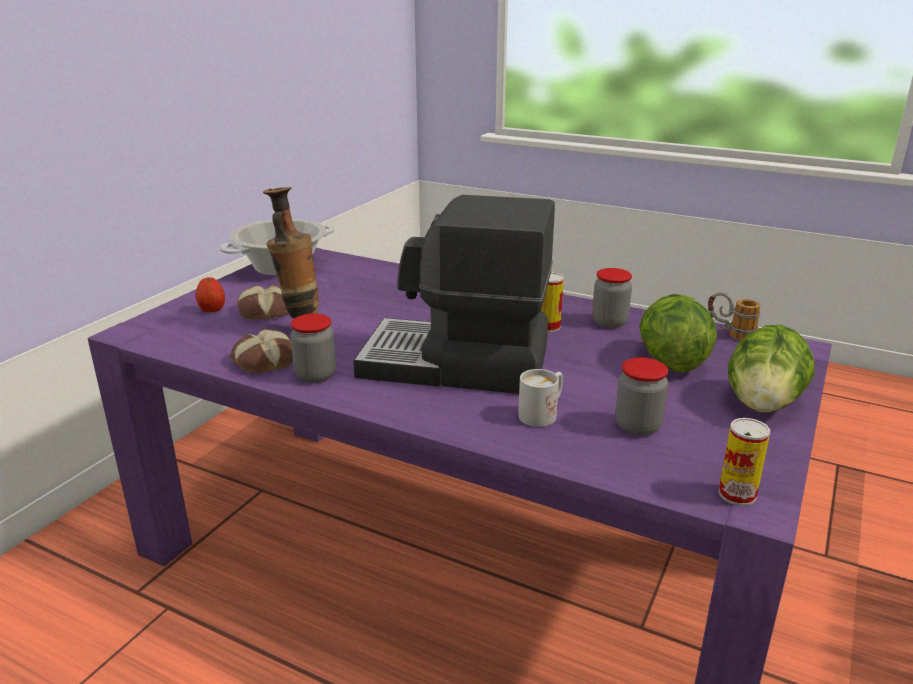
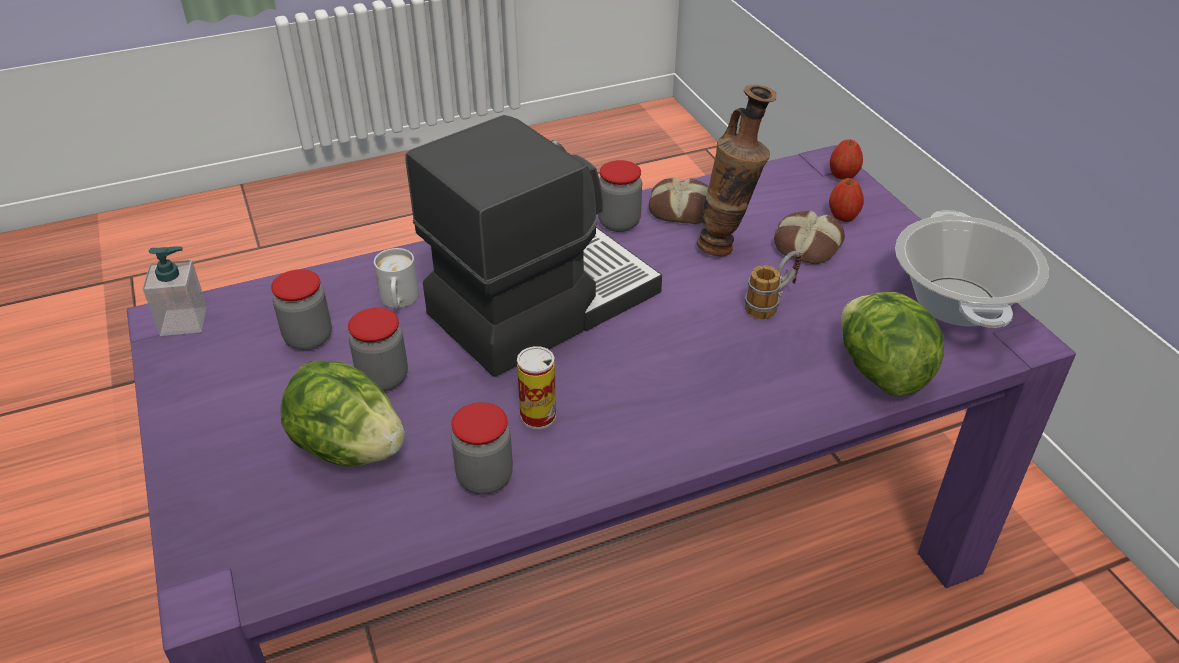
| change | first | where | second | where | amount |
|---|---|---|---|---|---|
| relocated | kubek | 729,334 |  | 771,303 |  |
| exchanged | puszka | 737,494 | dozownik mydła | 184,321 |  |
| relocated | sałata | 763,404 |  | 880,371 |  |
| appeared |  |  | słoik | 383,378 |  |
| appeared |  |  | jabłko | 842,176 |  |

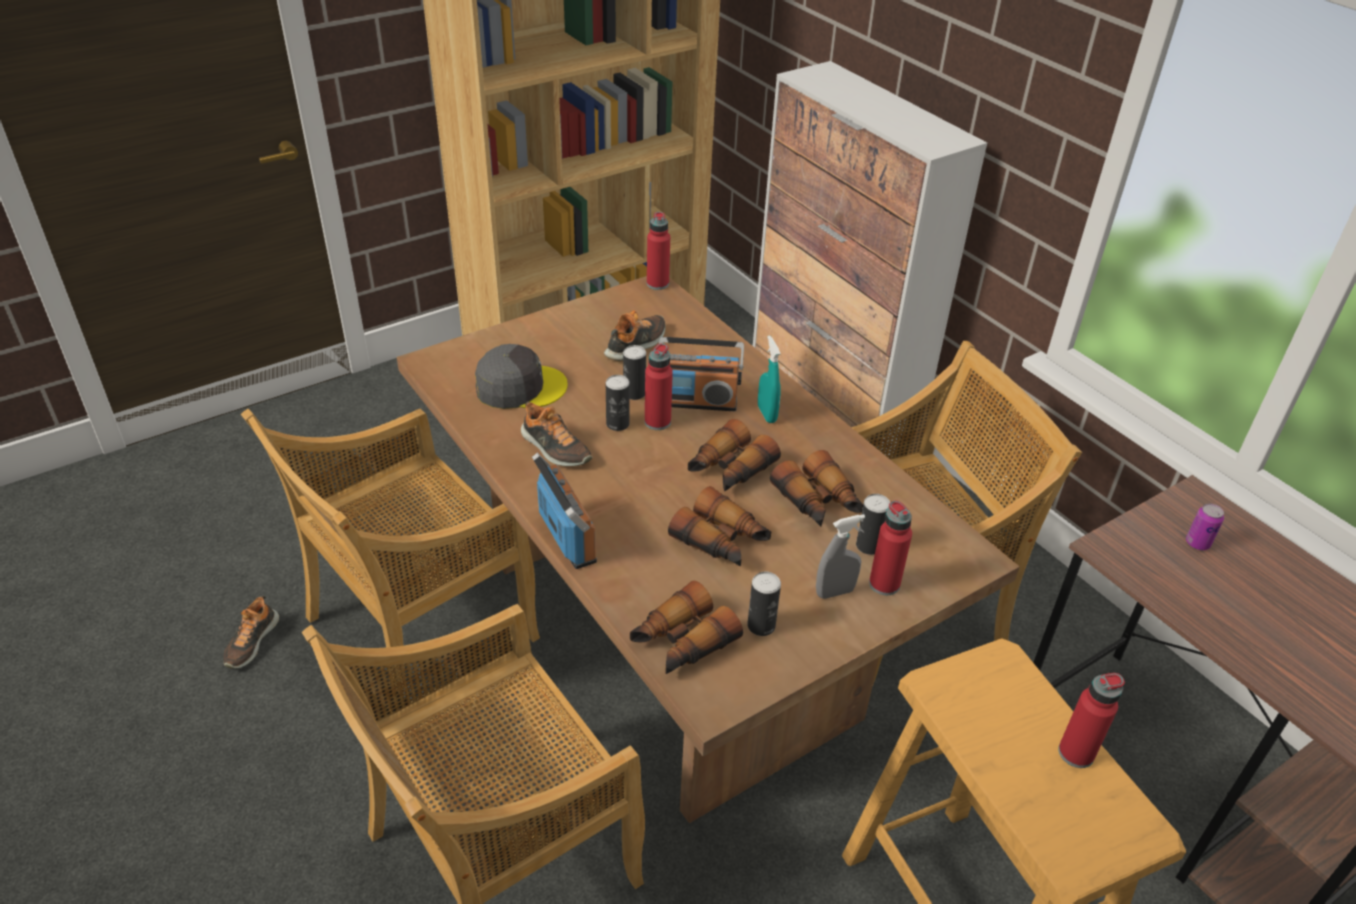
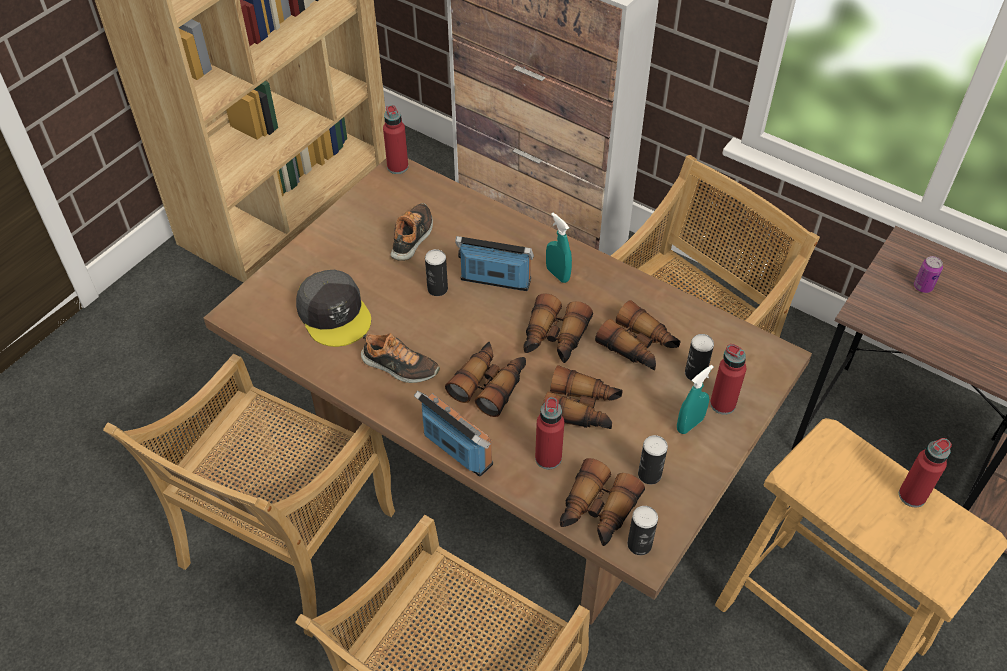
| change | first | where | second | where | amount |
|---|---|---|---|---|---|
| missing | but | 251,642 |  |  |  |
| spun | czapka z daszkiem (szary) | 520,387 |  | 334,314 | 90 degrees clockwise |
| relocated | puszka | 617,424 |  | 639,544 |  |
| relocated | butelka (czerwony) | 657,422 |  | 548,458 |  |
| spun | radio | 698,402 |  | 495,280 | 150 degrees counterclockwise |
| colour | spryskiwacz (szary) | 835,592 | spryskiwacz (turkusowy) | 690,424 |  |
| appeared |  |  | lornetka | 490,384 |  |

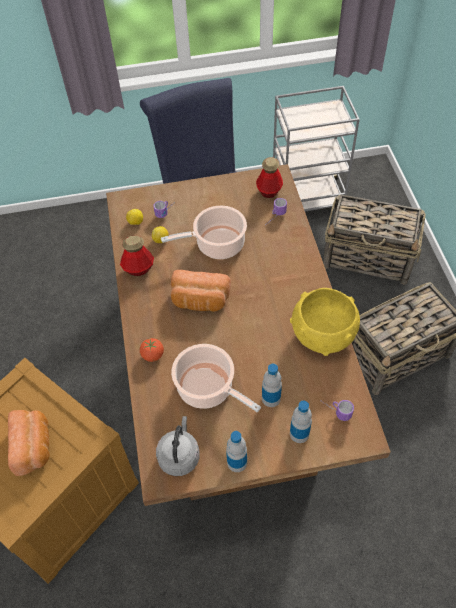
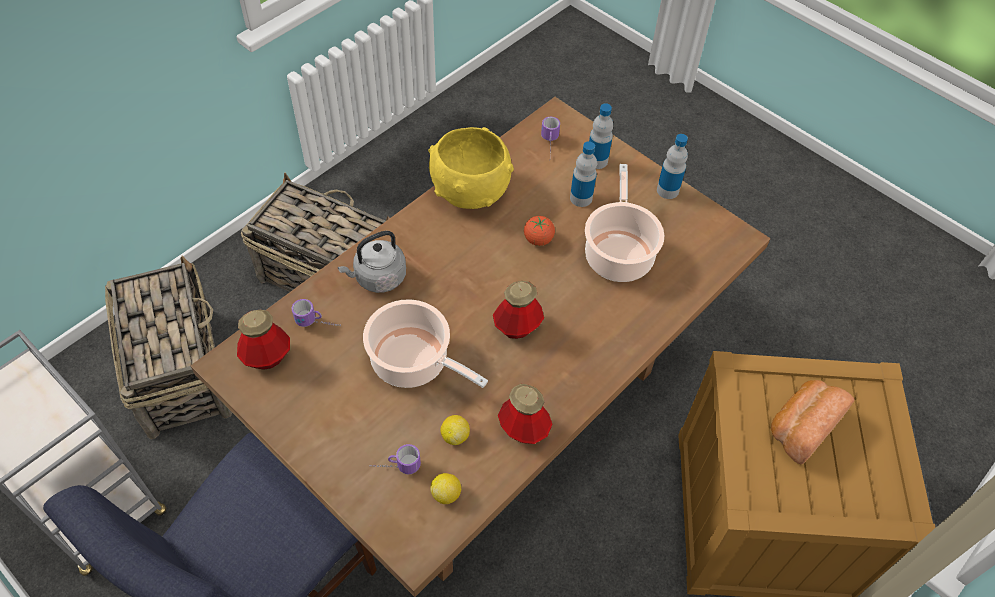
| change | first | where | second | where | amount |
|---|---|---|---|---|---|
| relocated | pomidor | 153,355 |  | 538,239 |  |
| relocated | czajnik (szary) | 179,455 |  | 377,278 |  |
| exchanged | chleb | 200,301 | butelka | 517,327 |  |

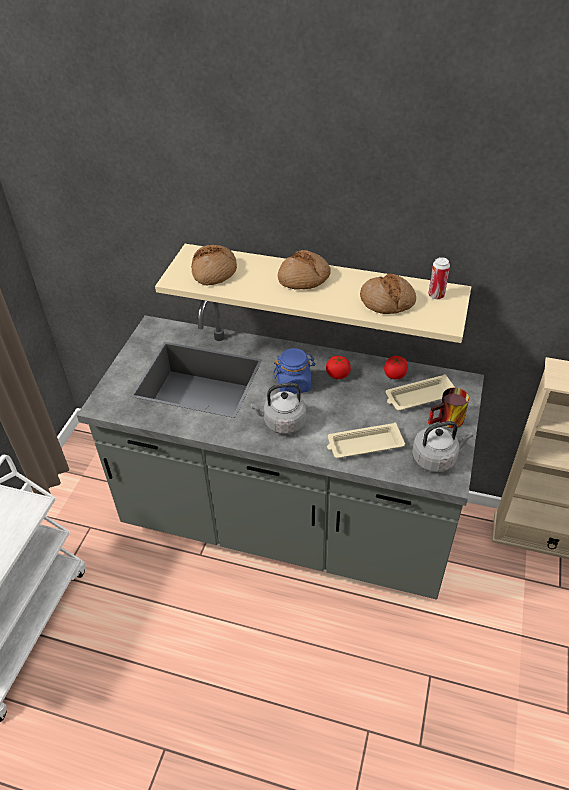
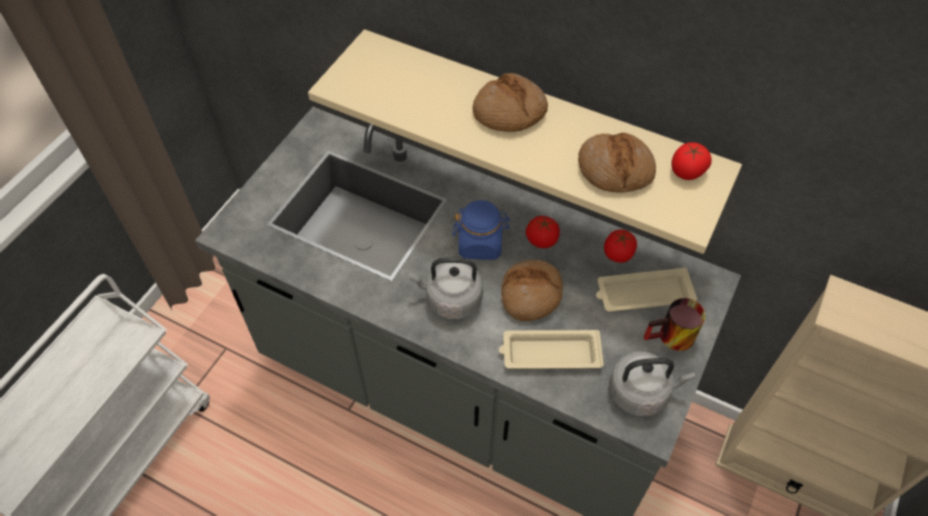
| change | first | where | second | where | amount |
|---|---|---|---|---|---|
| relocated | chleb | 214,272 |  | 531,294 |  |
| exchanged | puszka | 436,295 | pomidor | 687,171 |  |

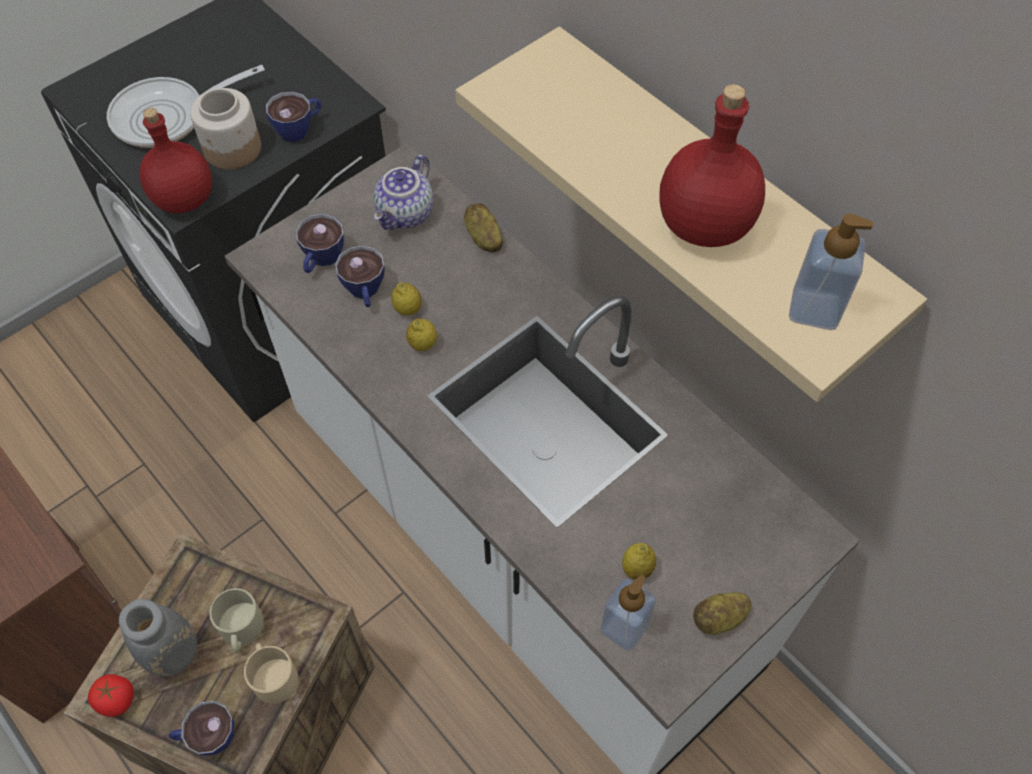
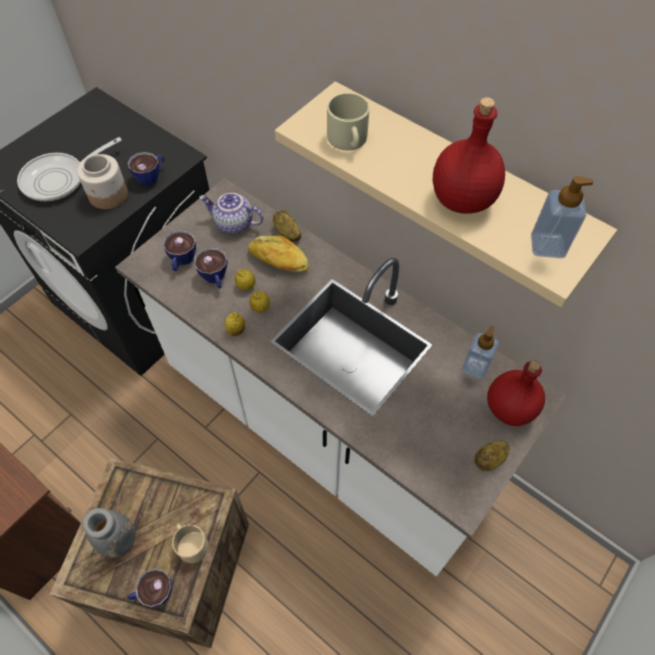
| change | first | where | second | where | amount |
|---|---|---|---|---|---|
| missing | pomidor | 116,700 |  |  |  |
| relocated | butelka (czerwony) | 183,199 |  | 508,408 |  |
| relocated | kubek (beżowy) | 241,629 |  | 348,140 |  |
| spun | imbryk | 406,214 |  | 233,224 | 90 degrees clockwise |
| relocated | dozownik mydła | 624,627 |  | 475,367 |  |
| relocated | cytryna | 637,569 |  | 236,330 |  |
| appeared |  |  | chleb | 278,261 |  |

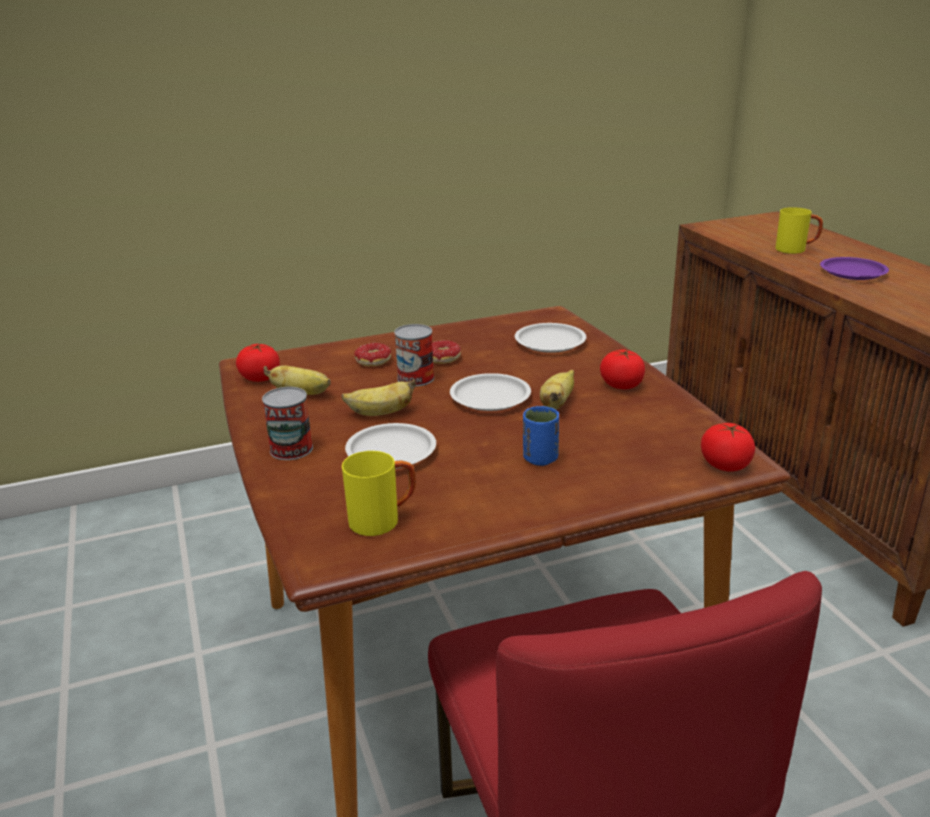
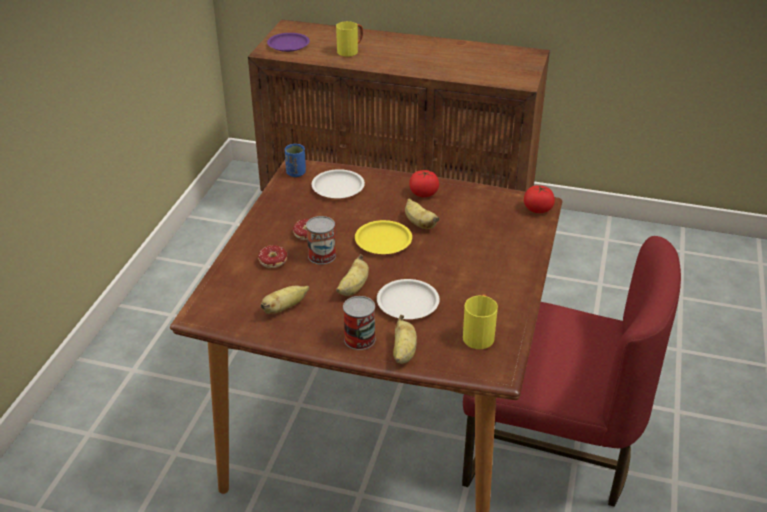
| change | first | where | second | where | amount |
|---|---|---|---|---|---|
| missing | pomidor | 260,378 |  |  |  |
| colour | talerz (biały) | 490,397 | talerz (żółty) | 383,241 |  |
| relocated | filiżanka (niebieski) | 540,459 |  | 296,173 |  |
| relocated | talerz (fioletowy) | 852,272 |  | 288,45 |  |
| appeared |  |  | banan | 403,352 |  |

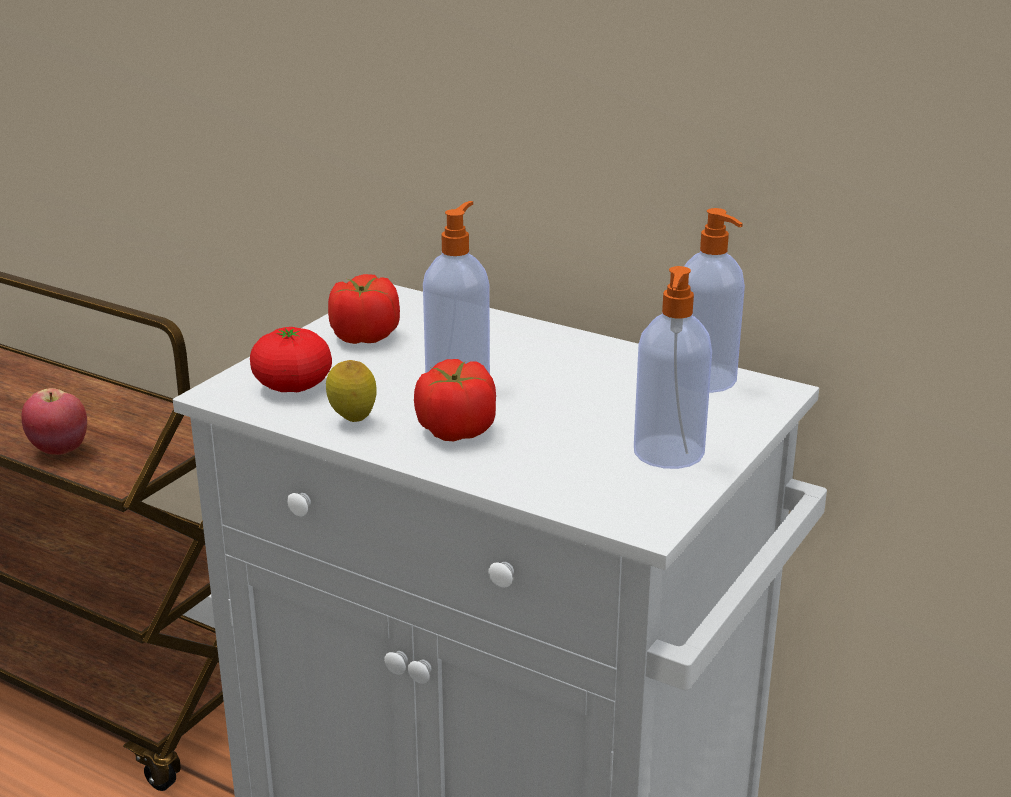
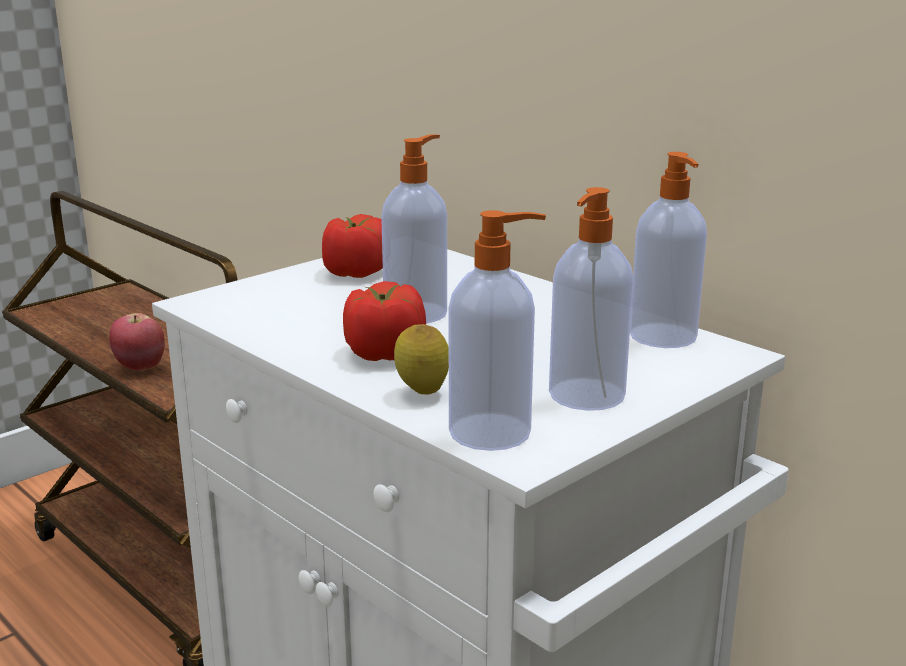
| change | first | where | second | where | amount |
|---|---|---|---|---|---|
| missing | pomidor | 293,386 |  |  |  |
| relocated | cytryna | 353,421 |  | 422,394 |  |
| appeared |  |  | dozownik mydła | 493,432 |  |

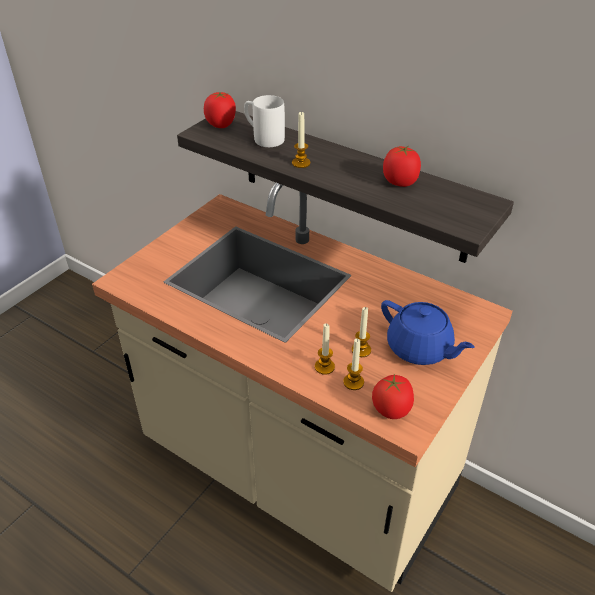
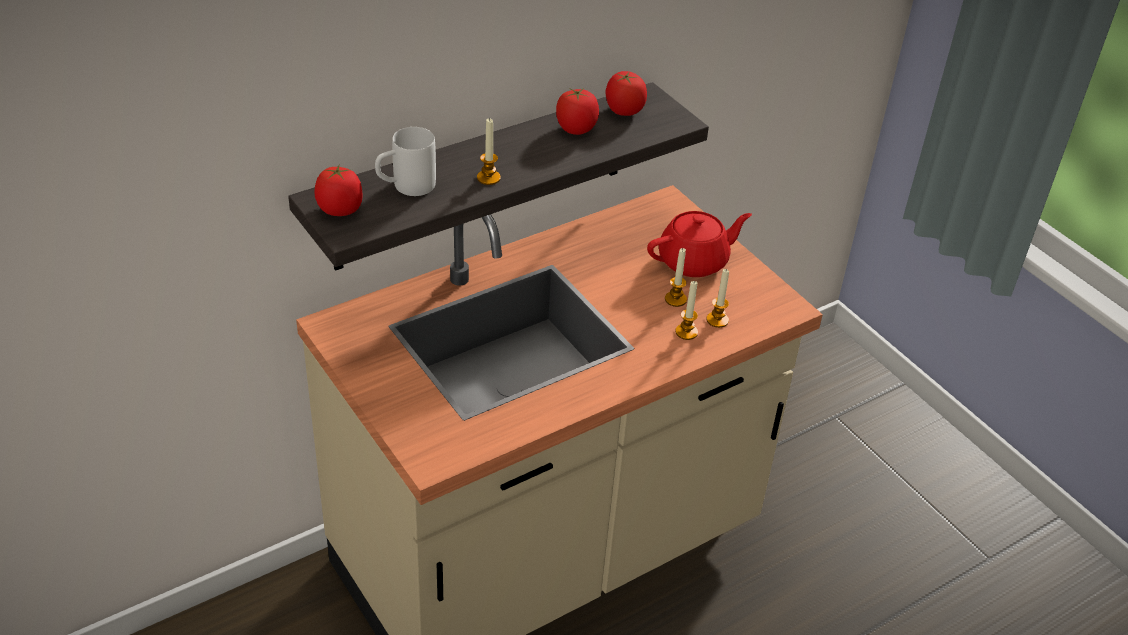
| change | first | where | second | where | amount |
|---|---|---|---|---|---|
| relocated | pomidor | 391,409 |  | 624,111 |  |
| colour | imbryk (niebieski) | 420,349 | imbryk (czerwony) | 694,261 |  |

